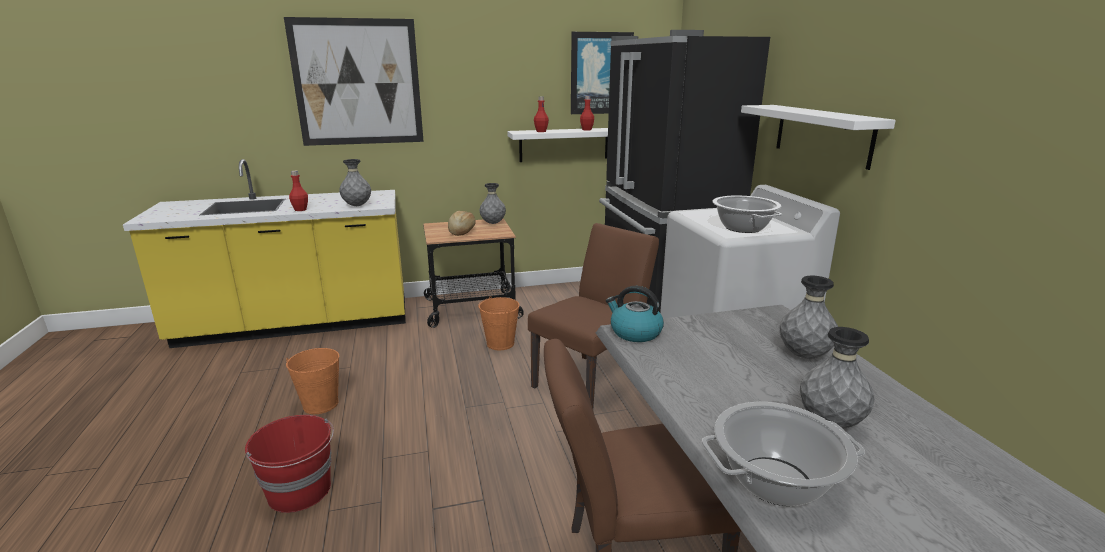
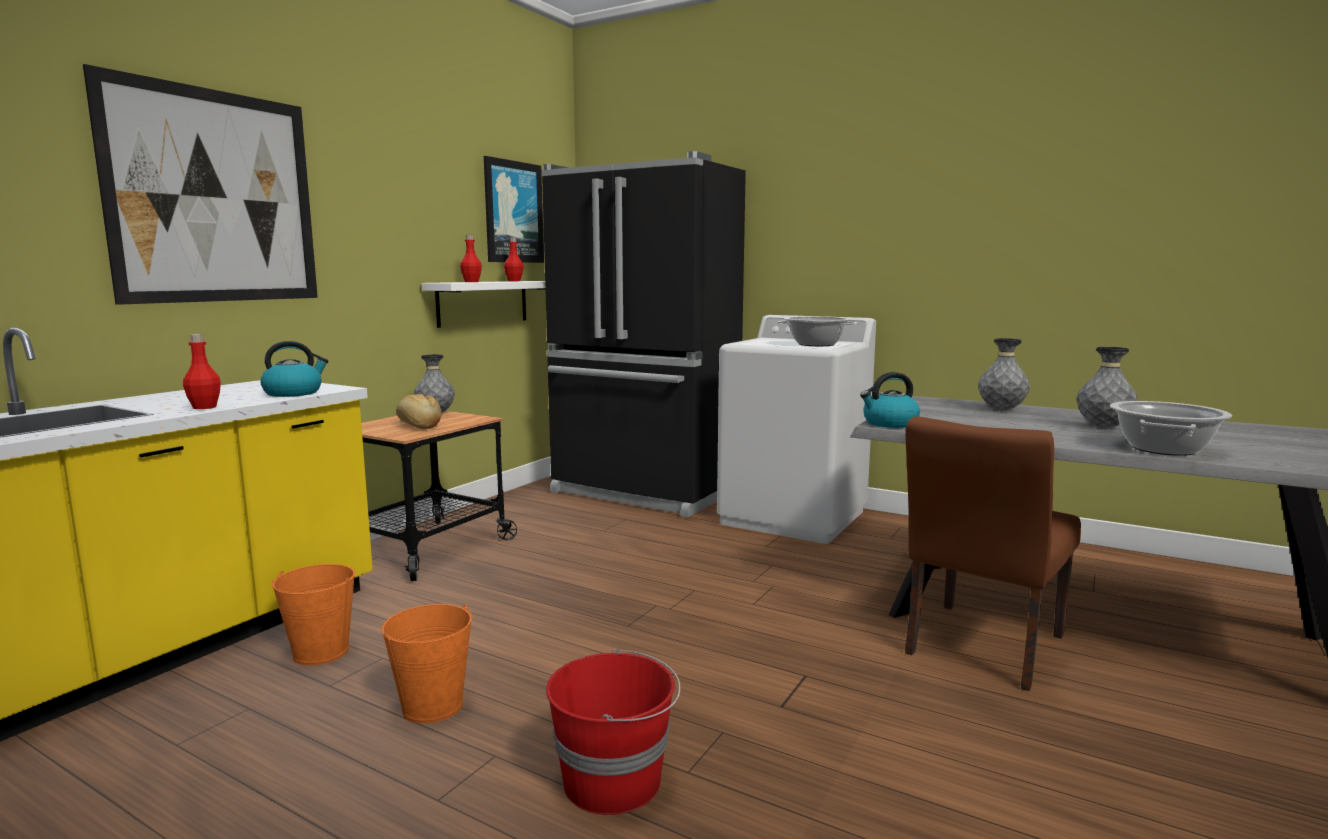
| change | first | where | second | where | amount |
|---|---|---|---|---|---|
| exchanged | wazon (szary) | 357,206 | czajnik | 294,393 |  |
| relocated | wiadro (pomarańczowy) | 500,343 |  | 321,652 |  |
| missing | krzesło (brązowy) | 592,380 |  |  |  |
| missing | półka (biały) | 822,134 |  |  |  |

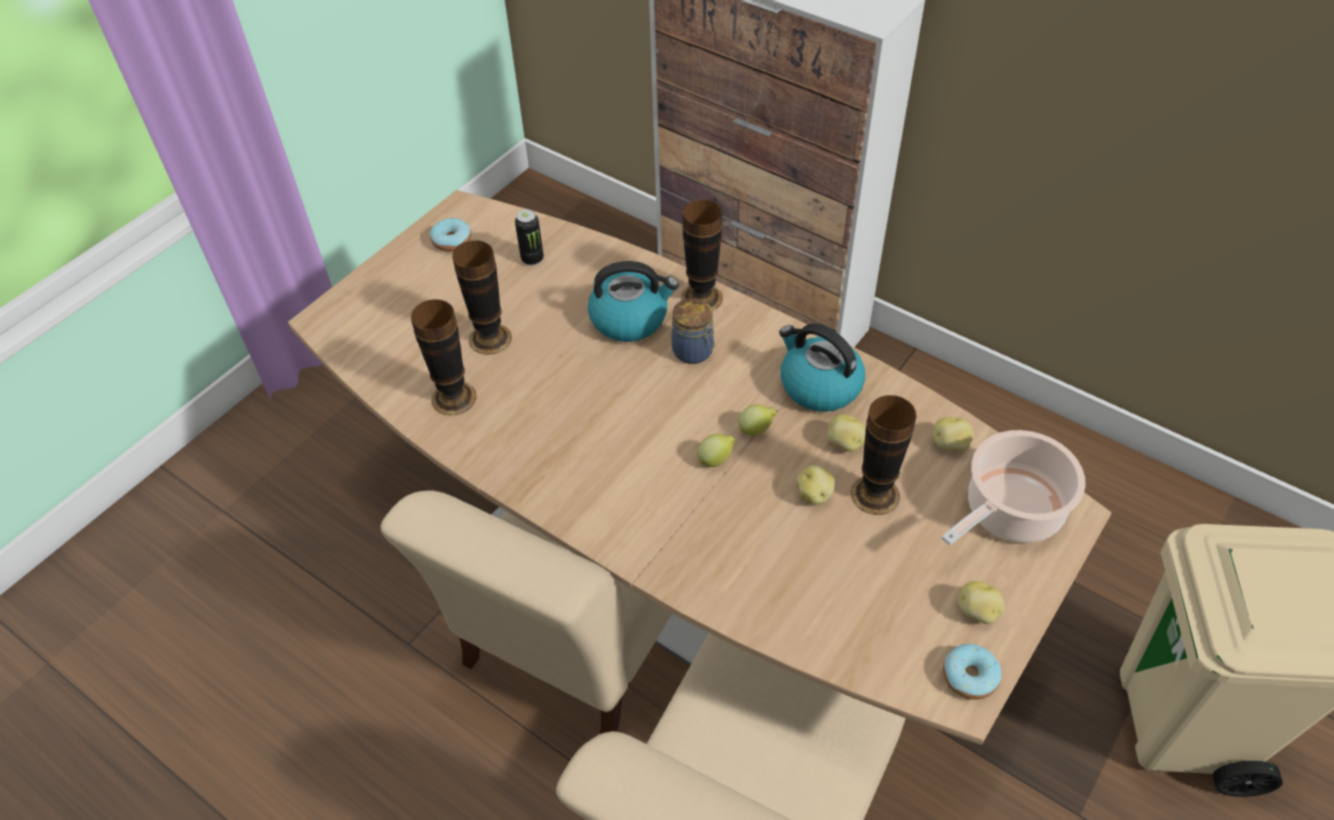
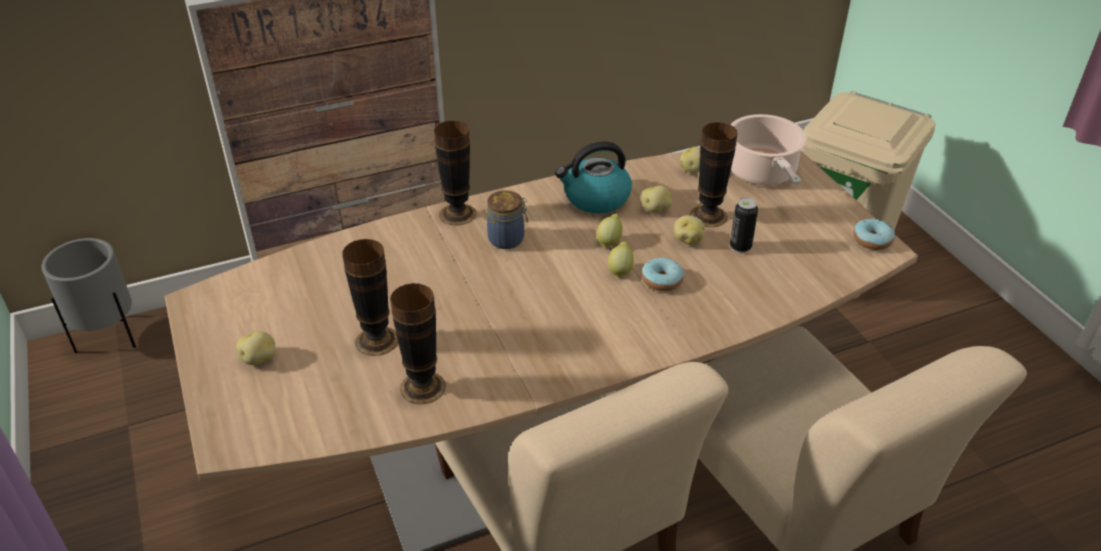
| change | first | where | second | where | amount |
|---|---|---|---|---|---|
| relocated | donut | 452,241 |  | 662,280 |  |
| relocated | puszka | 532,259 |  | 740,247 |  |
| missing | czajnik | 630,319 |  |  |  |
| relocated | ziemniak | 977,612 |  | 260,359 |  |
| appeared |  |  | donica (szary) | 110,338 |  |

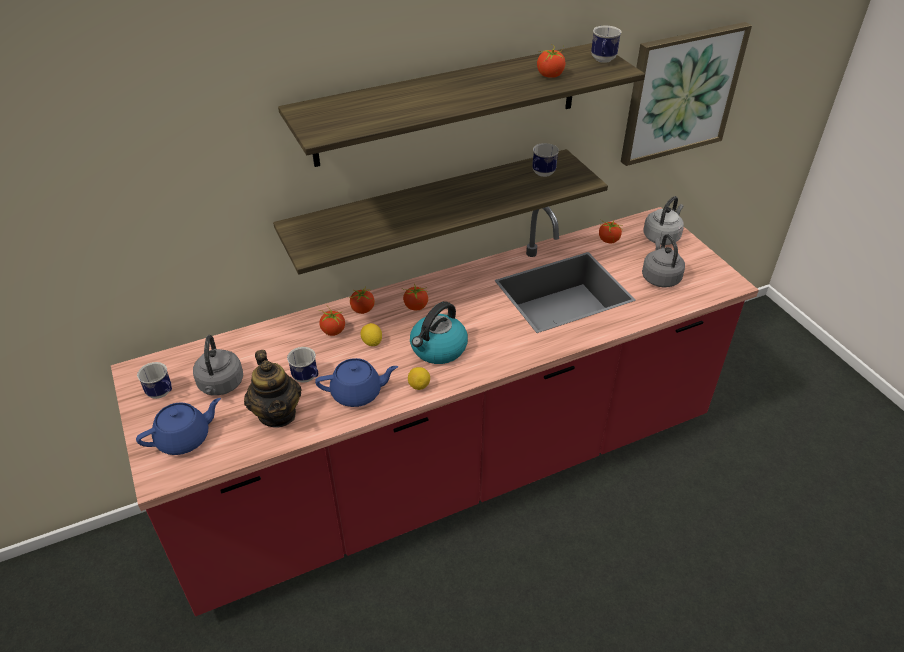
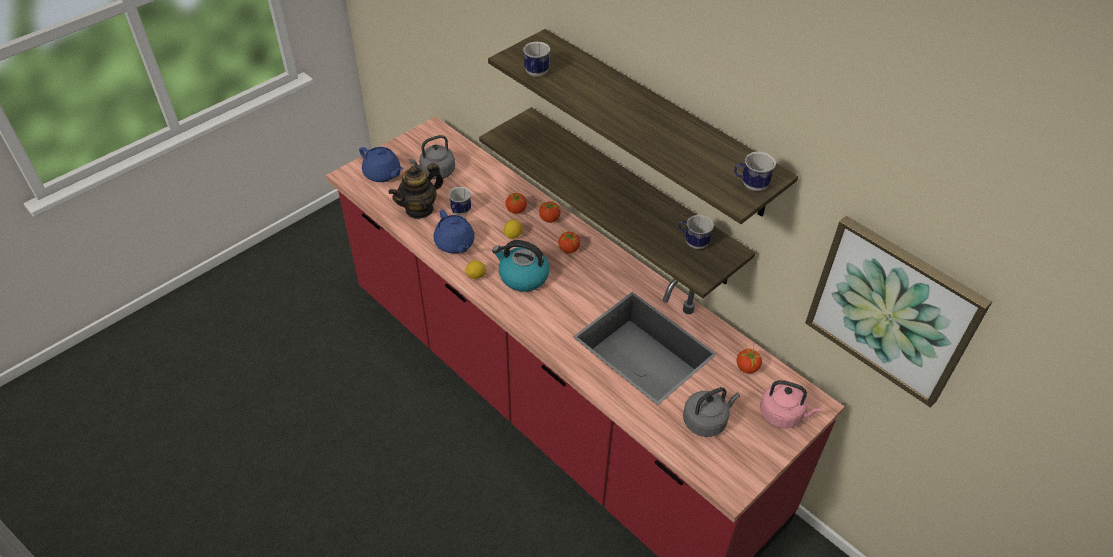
| change | first | where | second | where | amount |
|---|---|---|---|---|---|
| relocated | kubek | 162,394 |  | 535,74 |  |
| missing | pomidor | 550,75 |  |  |  |
| colour | czajnik (szary) | 662,237 | czajnik (różowy) | 783,415 |  |

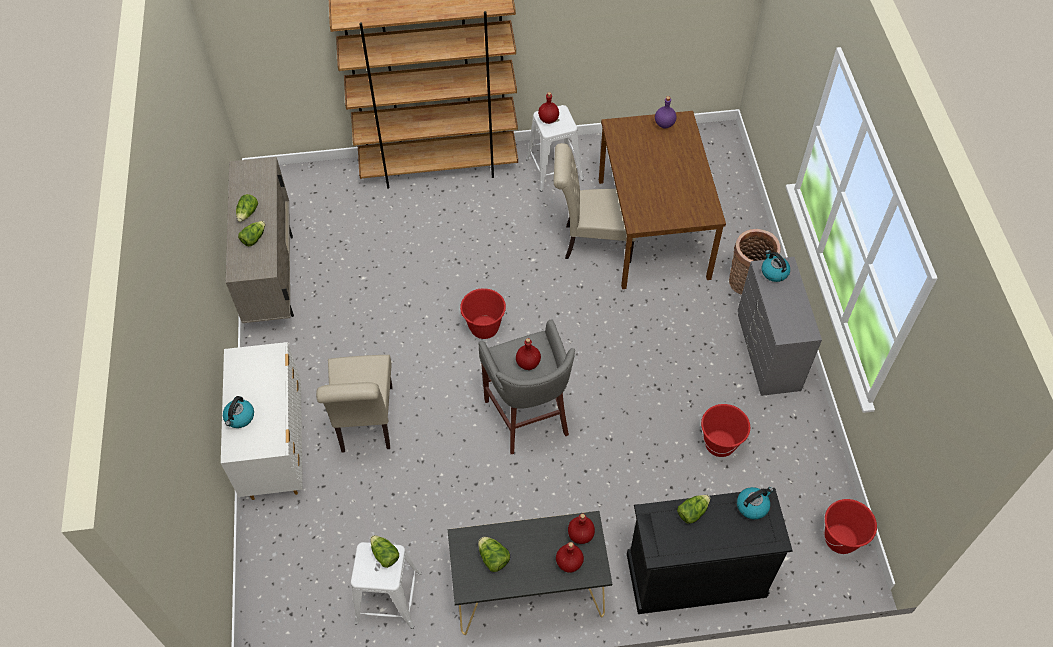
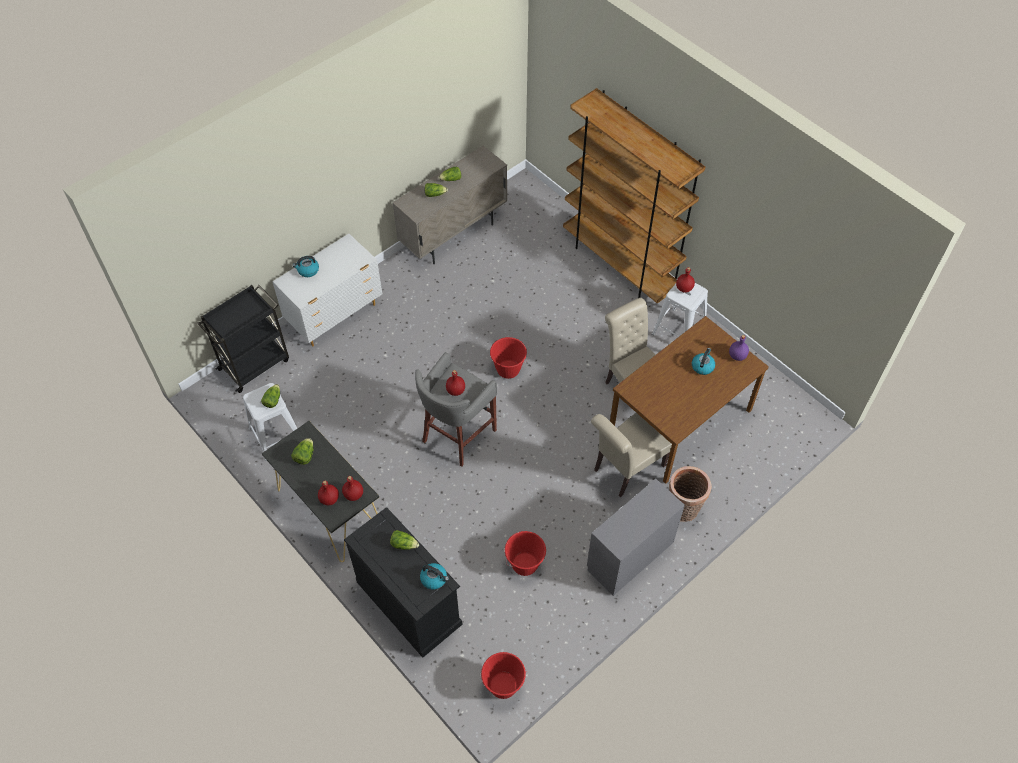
| change | first | where | second | where | amount |
|---|---|---|---|---|---|
| relocated | krzesło (beżowy) | 366,423 |  | 625,469 |  |
| relocated | czajnik | 774,272 |  | 702,366 |  |
| appeared |  |  | wózek (czarny) | 255,364 |  |

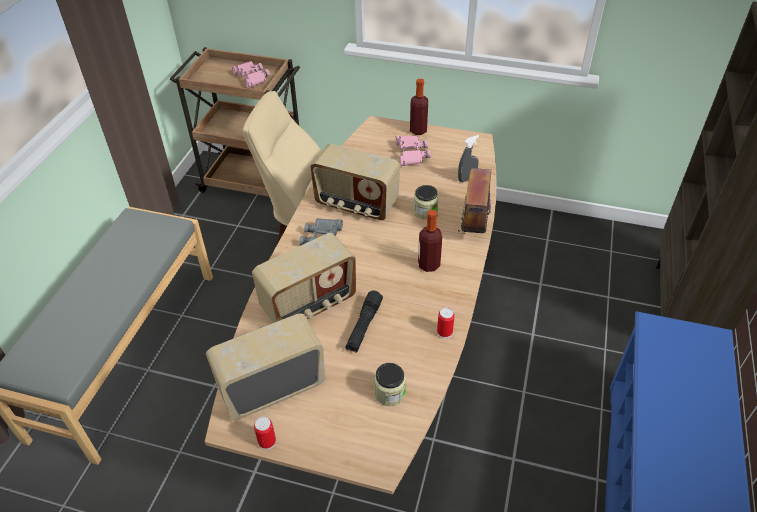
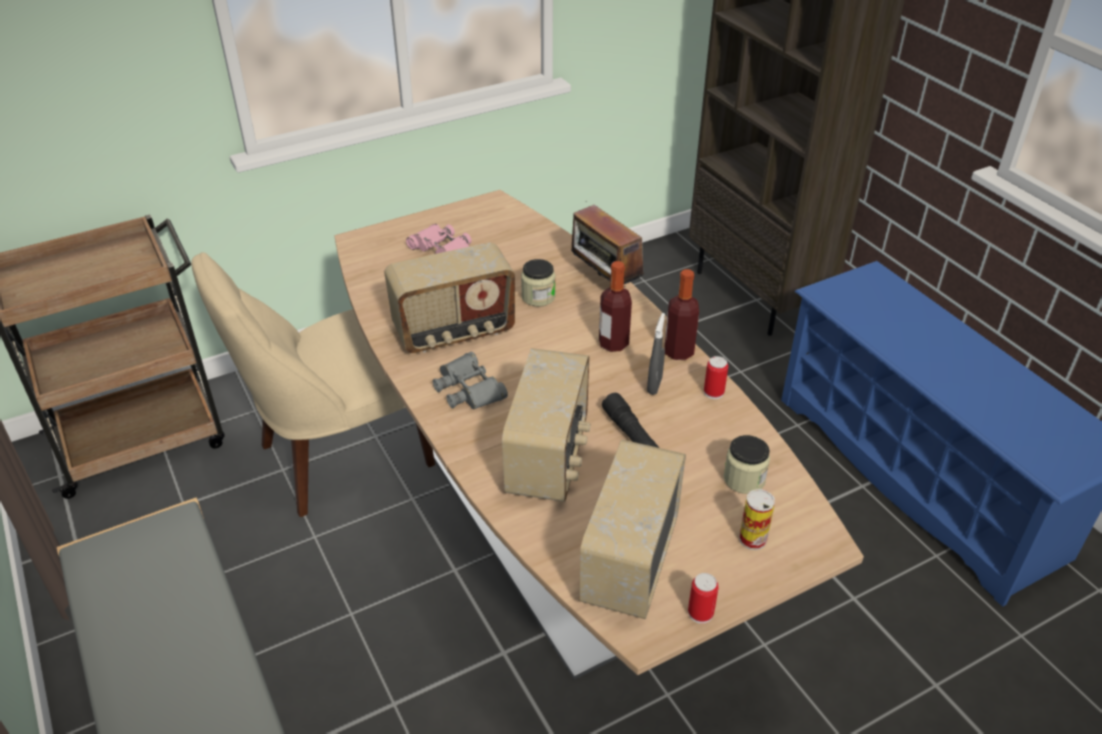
| change | first | where | second | where | amount |
|---|---|---|---|---|---|
| missing | lornetka (różowy) | 251,77 |  |  |  |
| relocated | butelka | 418,130 |  | 678,352 |  |
| relocated | spryskiwacz (szary) | 467,179 |  | 654,385 |  |
| appeared |  |  | puszka | 752,539 |  |

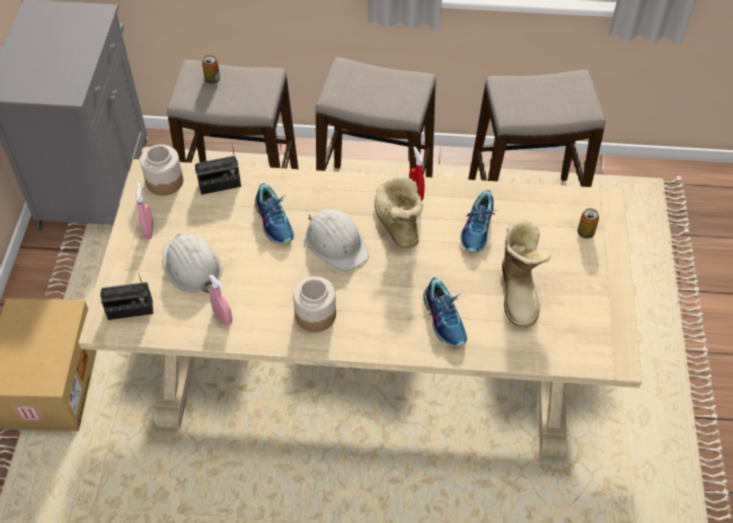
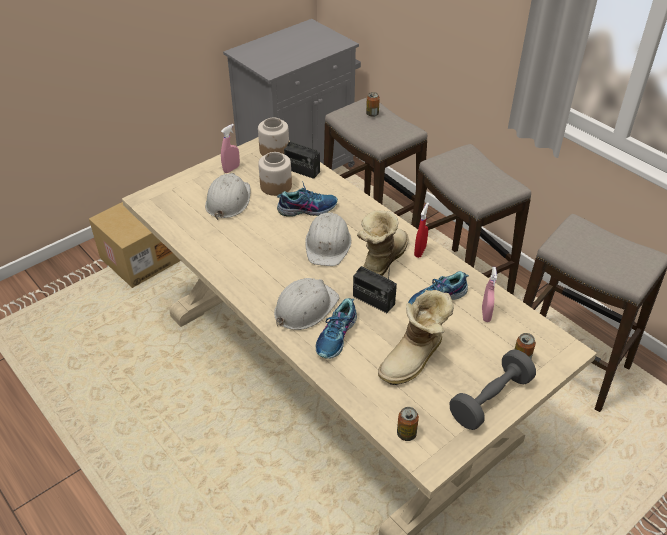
| change | first | where | second | where | amount |
|---|---|---|---|---|---|
| relocated | radio | 130,310 |  | 373,300 |  |
| relocated | spryskiwacz (różowy) | 223,317 |  | 486,314 |  |
| spun | but | 275,221 |  | 307,208 | 120 degrees counterclockwise |
| relocated | słoik | 315,315 |  | 275,186 |  |
| appeared |  |  | kask (biały) | 305,308 |  |
| appeared |  |  | puszka | 406,434 |  |
| appeared |  |  | hantel (szary) | 490,399 |  |

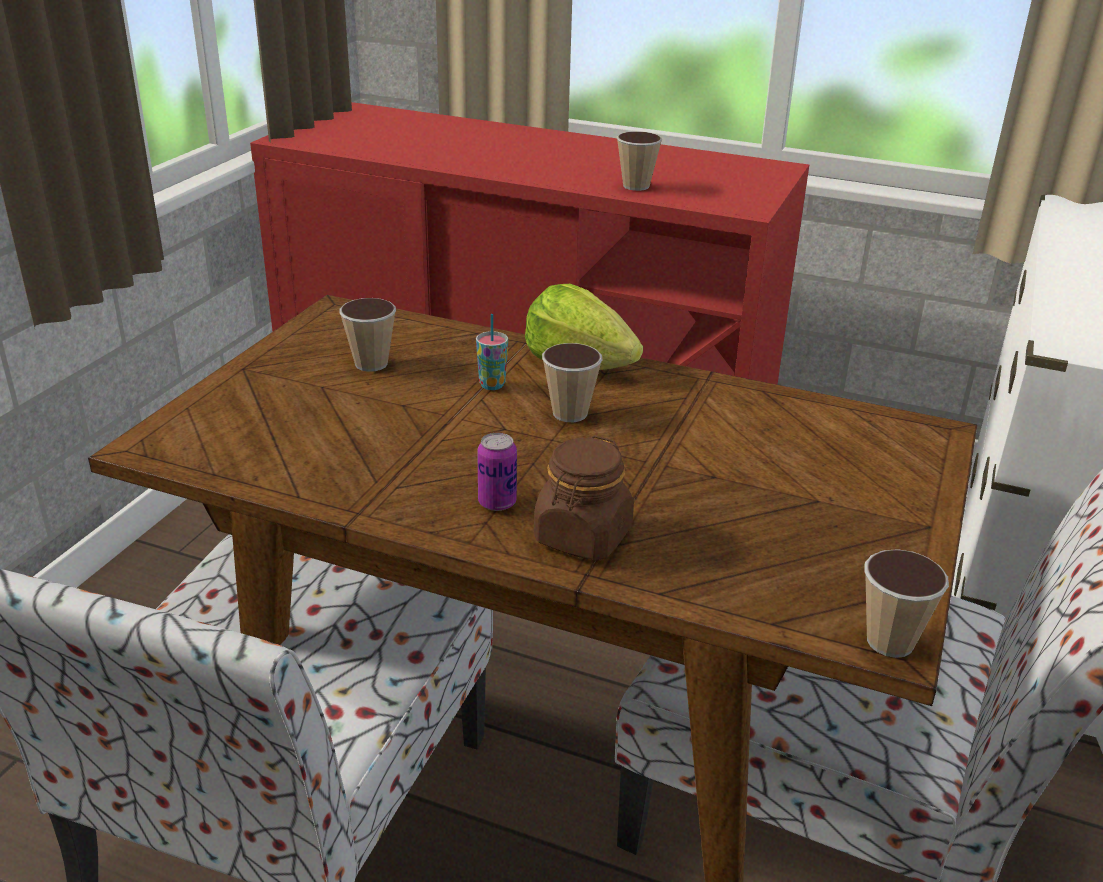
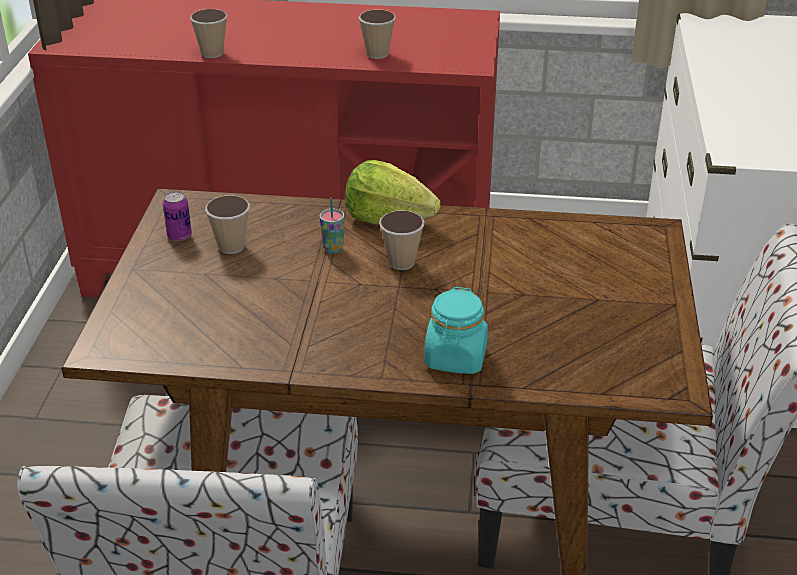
| change | first | where | second | where | amount |
|---|---|---|---|---|---|
| relocated | puszka | 497,502 |  | 179,236 |  |
| colour | słoik (brązowy) | 582,537 | słoik (turkusowy) | 455,357 |  |
| relocated | filiżanka | 890,641 |  | 212,53 |  |

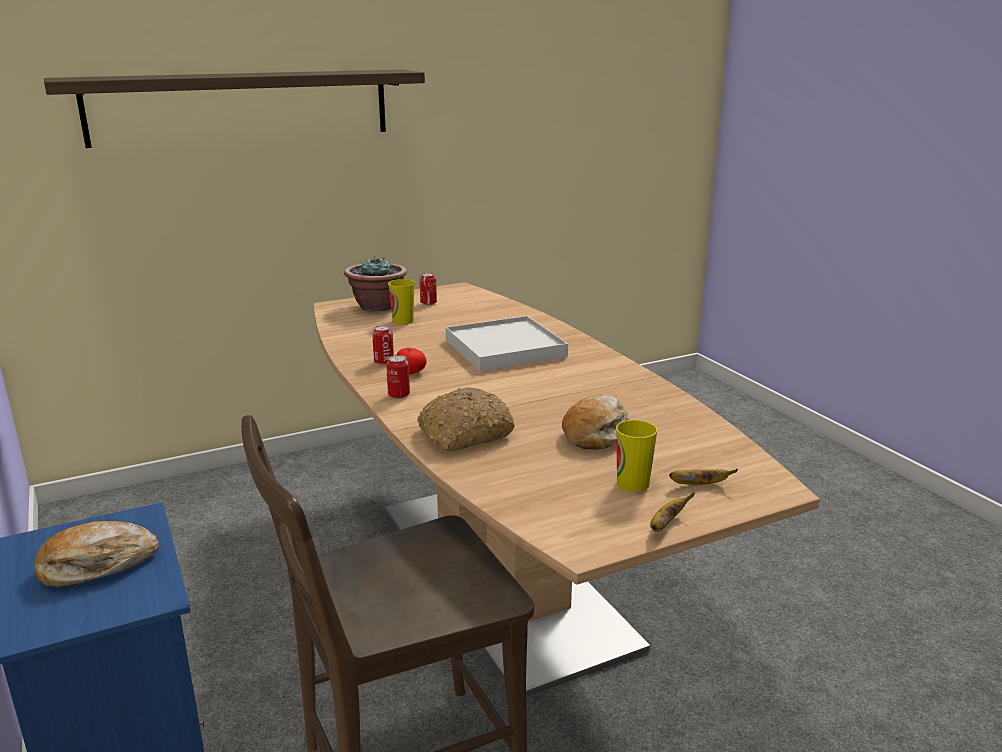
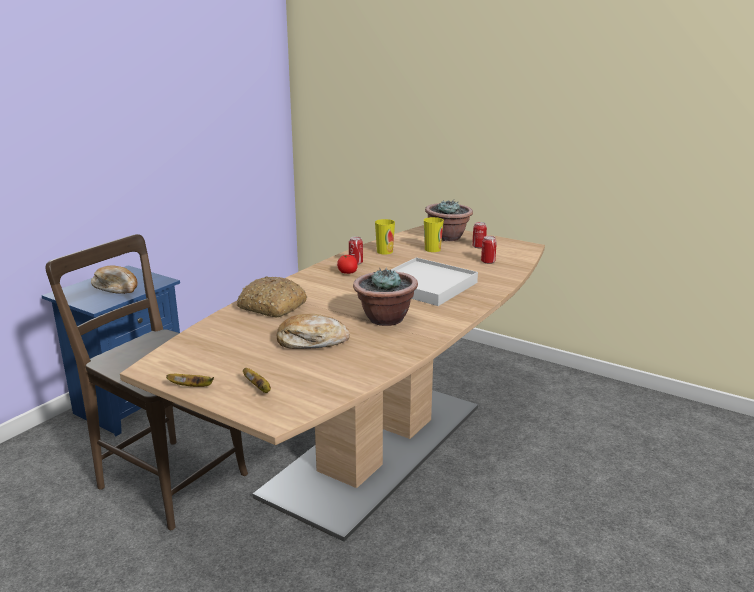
| change | first | where | second | where | amount |
|---|---|---|---|---|---|
| missing | półka | 242,106 |  |  |  |
| relocated | puszka | 399,395 |  | 488,262 |  |
| relocated | filiżanka | 632,484 |  | 384,251 |  |
| appeared |  |  | roślina doniczkowa | 385,319 |  |

